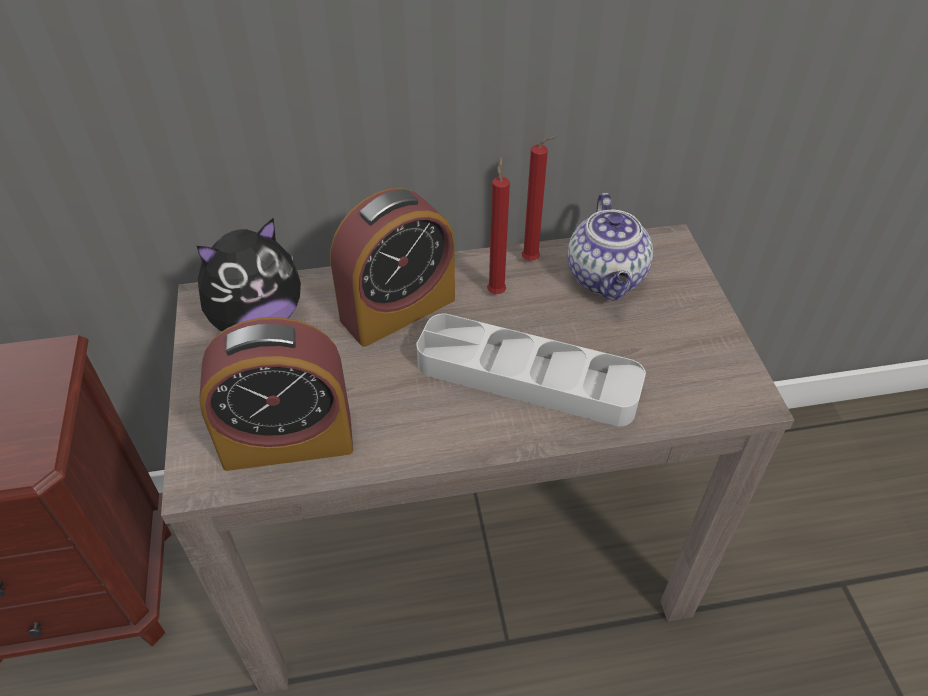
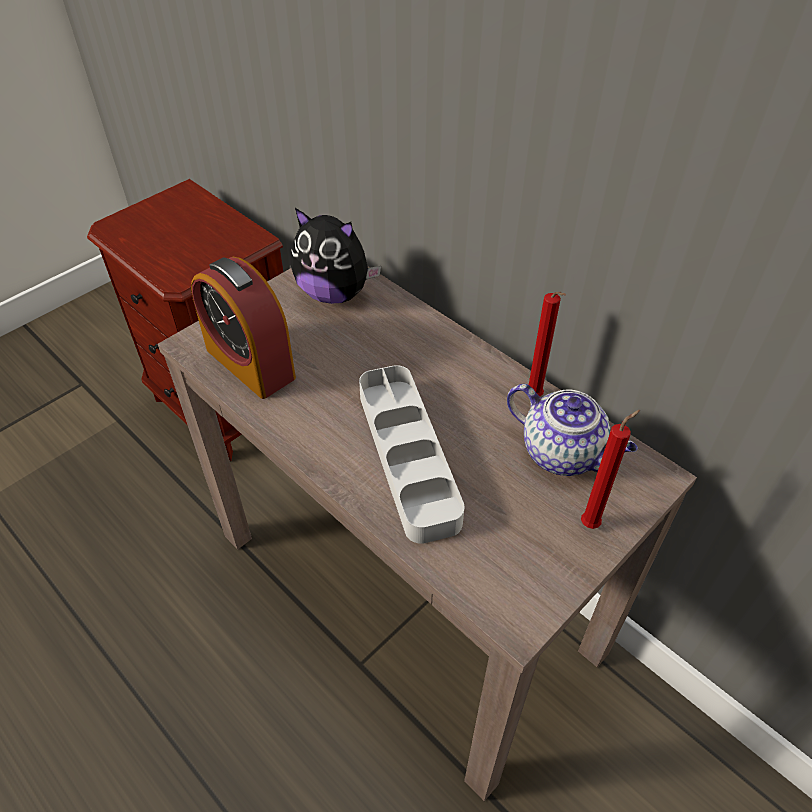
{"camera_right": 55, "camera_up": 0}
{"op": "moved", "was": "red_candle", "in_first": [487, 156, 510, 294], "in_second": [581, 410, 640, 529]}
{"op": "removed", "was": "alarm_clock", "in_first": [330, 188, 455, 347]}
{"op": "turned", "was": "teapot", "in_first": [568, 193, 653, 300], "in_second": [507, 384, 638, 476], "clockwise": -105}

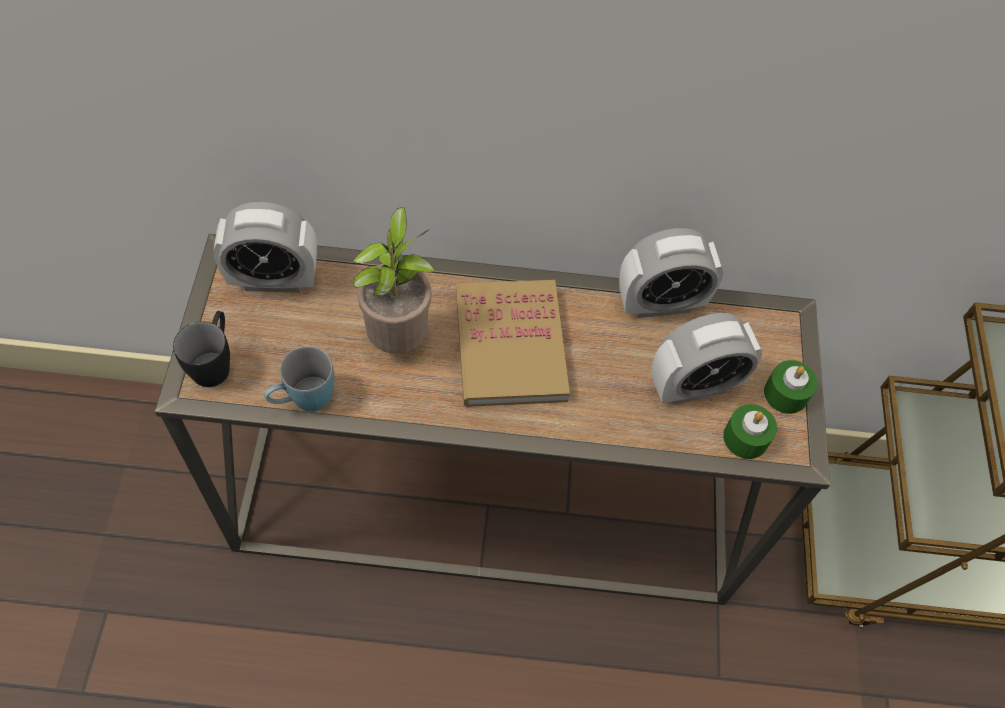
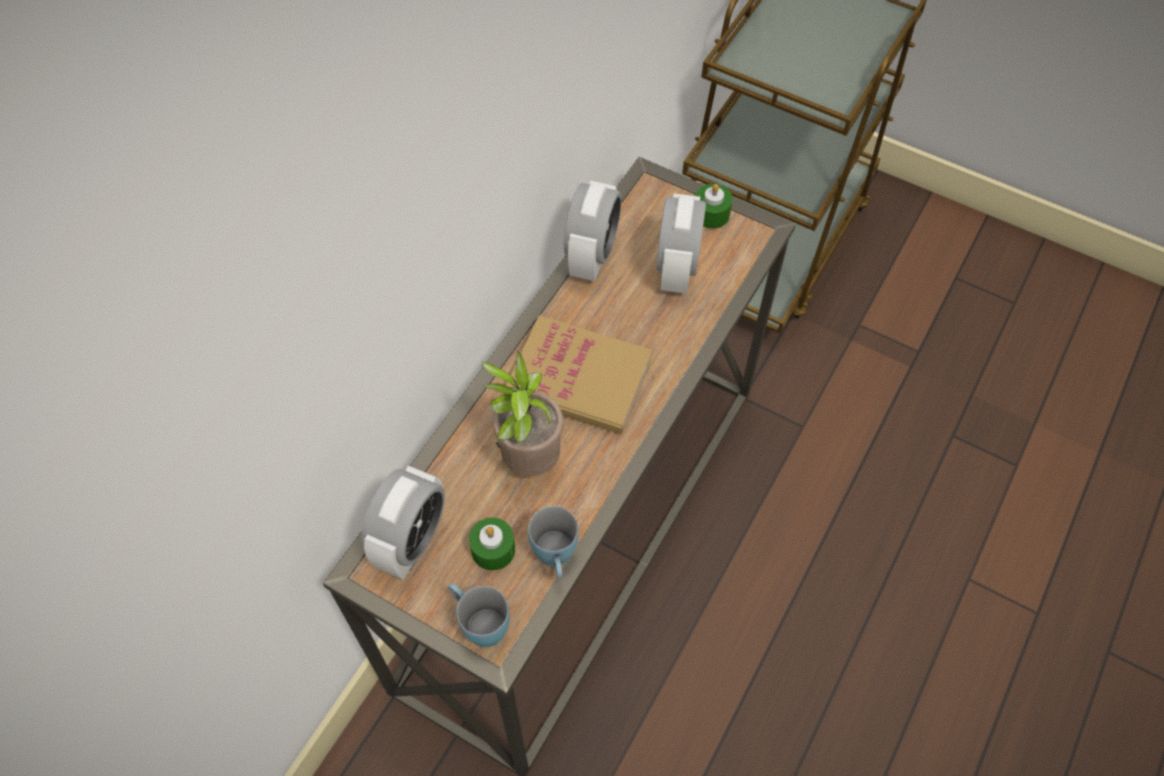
{"camera_right": -60, "camera_up": 0}
{"op": "recoloured", "was": "black_mug", "now": "blue_mug", "in_first": [173, 311, 230, 387], "in_second": [448, 583, 510, 647]}
{"op": "moved", "was": "green_candle", "in_first": [723, 404, 777, 459], "in_second": [469, 518, 515, 570]}

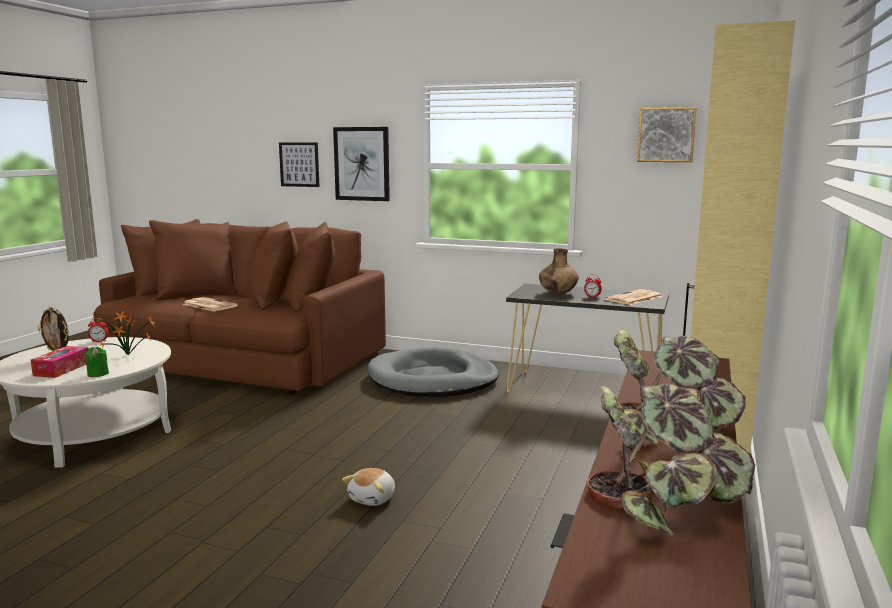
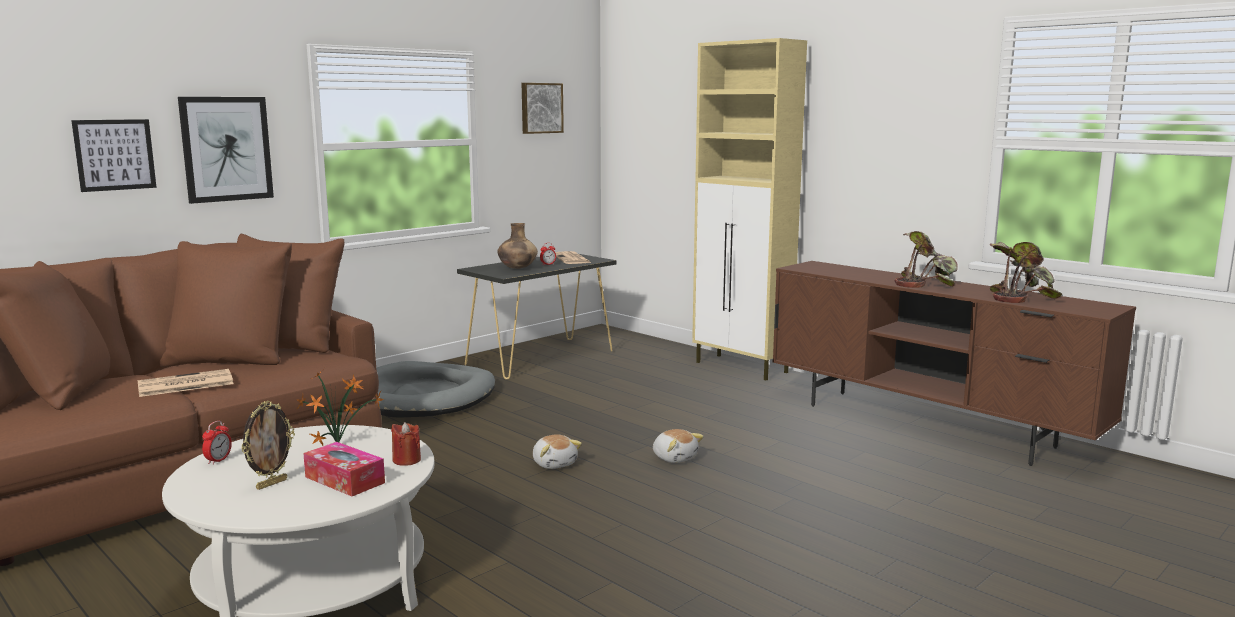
{"camera_right": -65, "camera_up": 0}
{"op": "recoloured", "was": "green_candle", "now": "red_candle", "in_first": [84, 347, 109, 377], "in_second": [391, 422, 421, 466]}
{"op": "added", "now": "plush_toy", "in_second": [533, 434, 582, 469]}

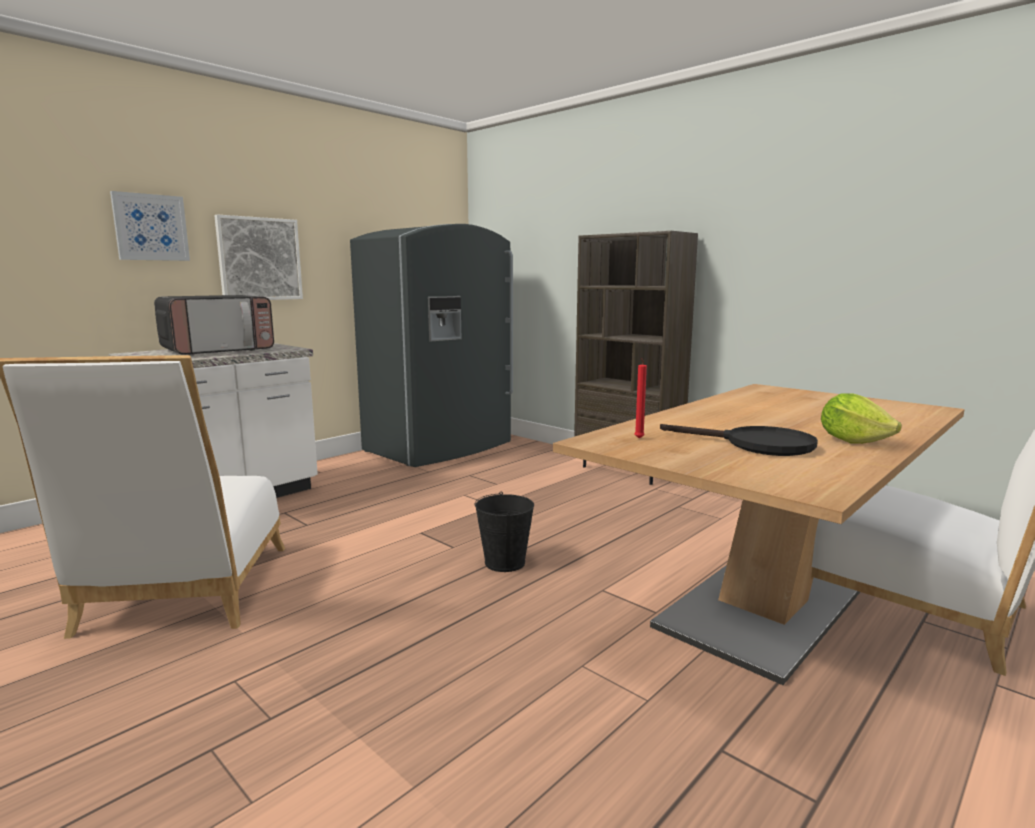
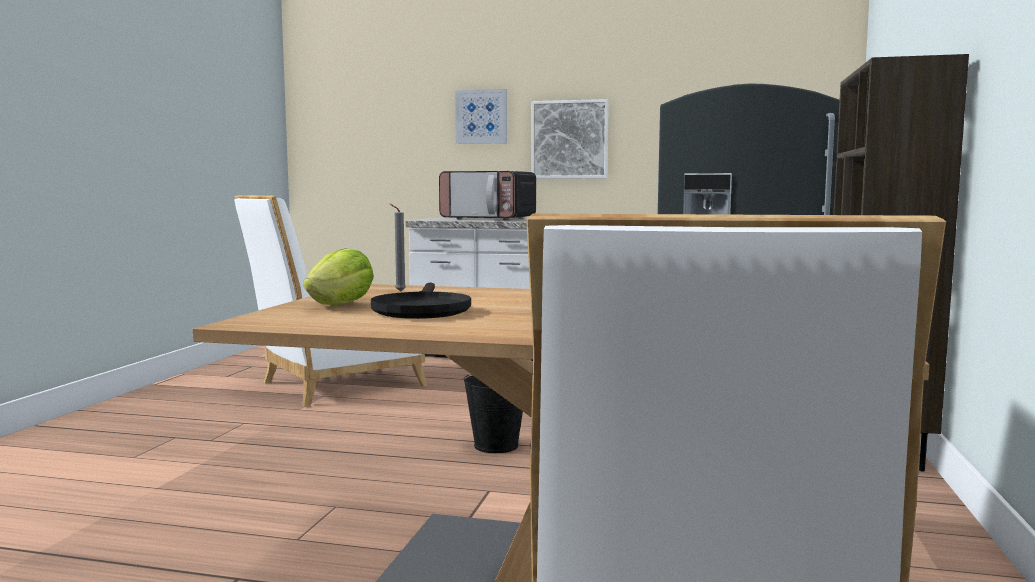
{"camera_right": 60, "camera_up": -5}
{"op": "recoloured", "was": "red_candle", "now": "grey_candle", "in_first": [635, 358, 647, 439], "in_second": [390, 204, 406, 292]}
{"op": "moved", "was": "lettuce", "in_first": [821, 393, 902, 444], "in_second": [303, 248, 374, 305]}

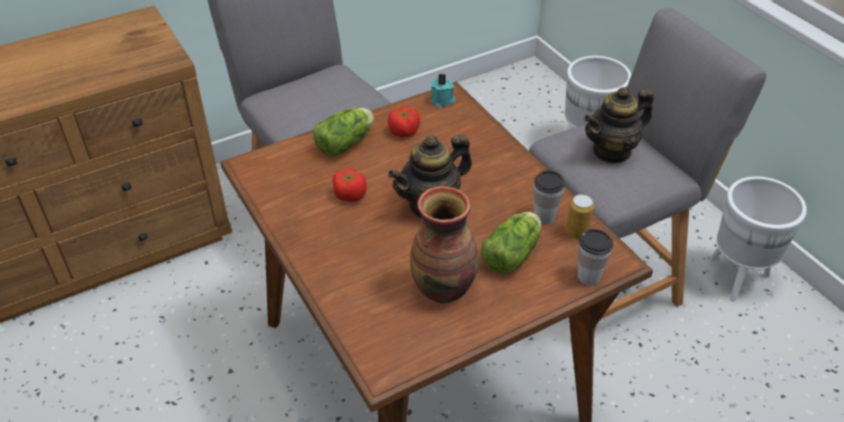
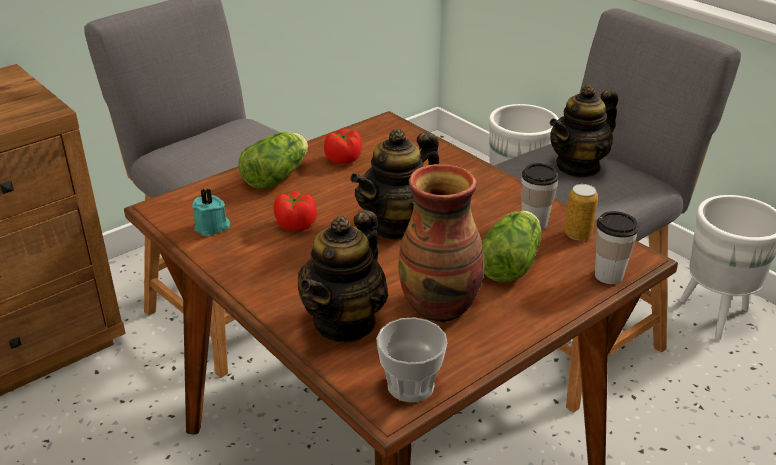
{"camera_right": -10, "camera_up": -10}
{"op": "moved", "was": "turquoise_candle", "in_first": [430, 74, 455, 108], "in_second": [192, 188, 230, 237]}
{"op": "added", "now": "teapot", "in_second": [298, 210, 388, 343]}
{"op": "added", "now": "cup", "in_second": [376, 317, 447, 402]}

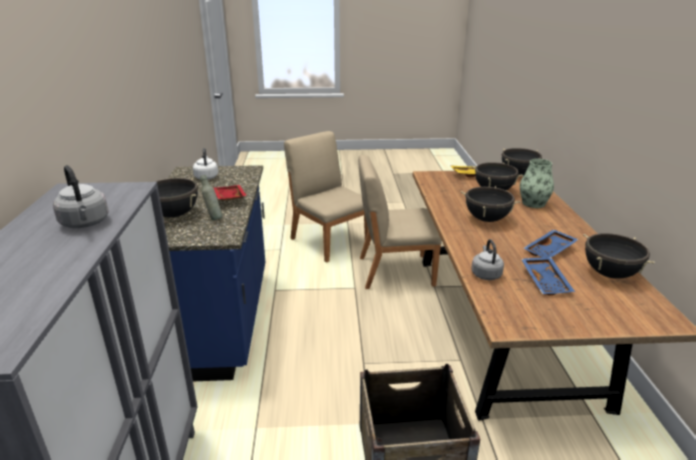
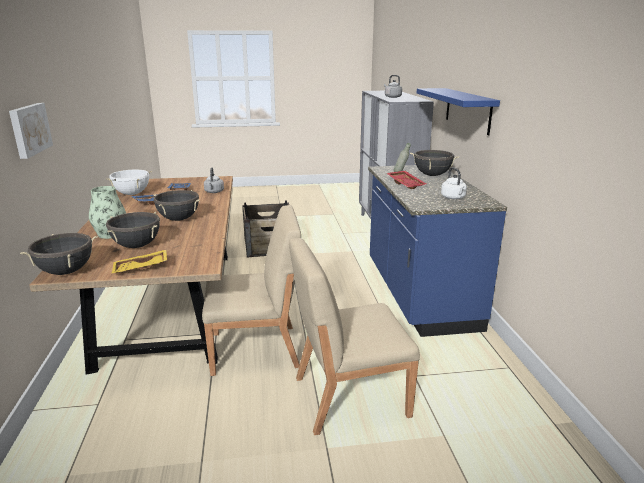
{"camera_right": 175, "camera_up": -5}
{"op": "turned", "was": "beige_chair", "in_first": [284, 131, 370, 262], "in_second": [289, 238, 420, 435], "clockwise": 120}
{"op": "recoloured", "was": "black_cooking_pot", "now": "white_cooking_pot", "in_first": [583, 233, 655, 279], "in_second": [106, 169, 152, 195]}
{"op": "added", "now": "blue_shelf", "in_second": [417, 88, 500, 135]}
{"op": "added", "now": "picture", "in_second": [9, 103, 53, 159]}

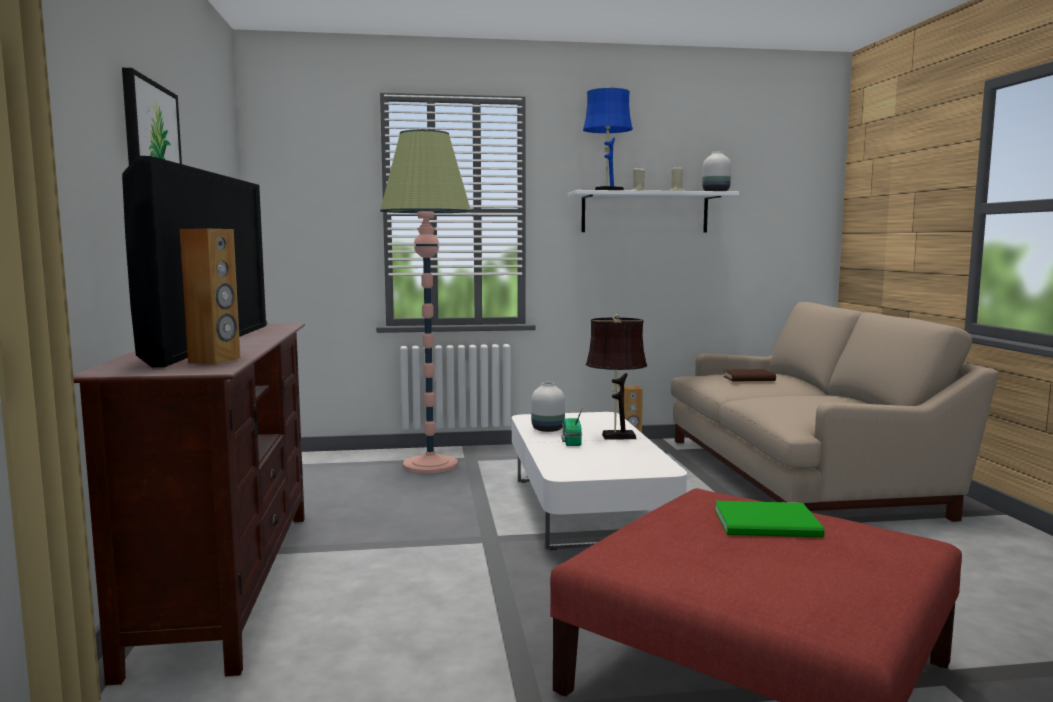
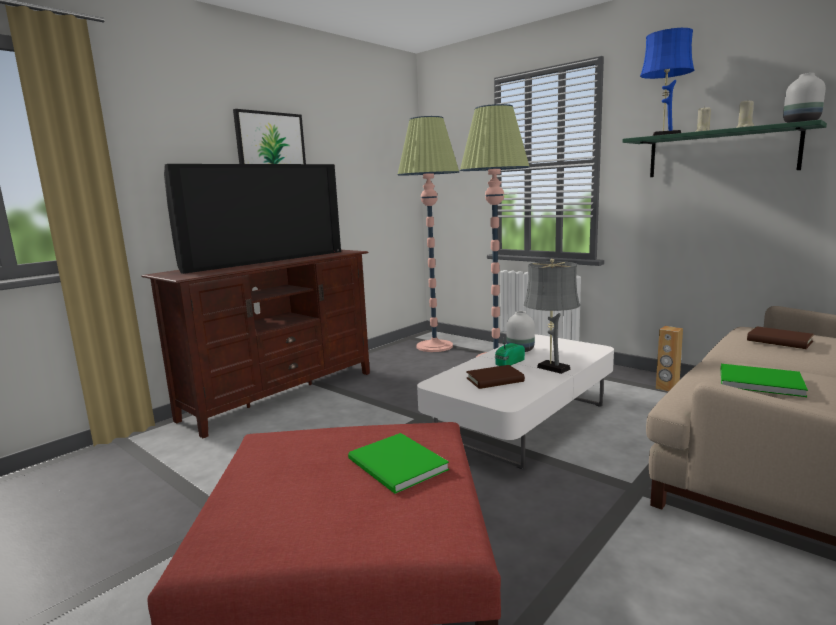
{"camera_right": 50, "camera_up": 5}
{"op": "recoloured", "was": "white_shelf", "now": "green_shelf", "in_first": [568, 190, 739, 233], "in_second": [623, 120, 827, 177]}
{"op": "removed", "was": "brown_speaker", "in_first": [180, 229, 241, 364]}
{"op": "recoloured", "was": "brown_table_lamp", "now": "grey_table_lamp", "in_first": [586, 314, 647, 440], "in_second": [524, 259, 580, 374]}
{"op": "added", "now": "floor_lamp", "in_second": [397, 116, 459, 352]}
{"op": "added", "now": "green_book", "in_second": [720, 364, 808, 397]}
{"op": "added", "now": "brown_book", "in_second": [466, 365, 525, 389]}

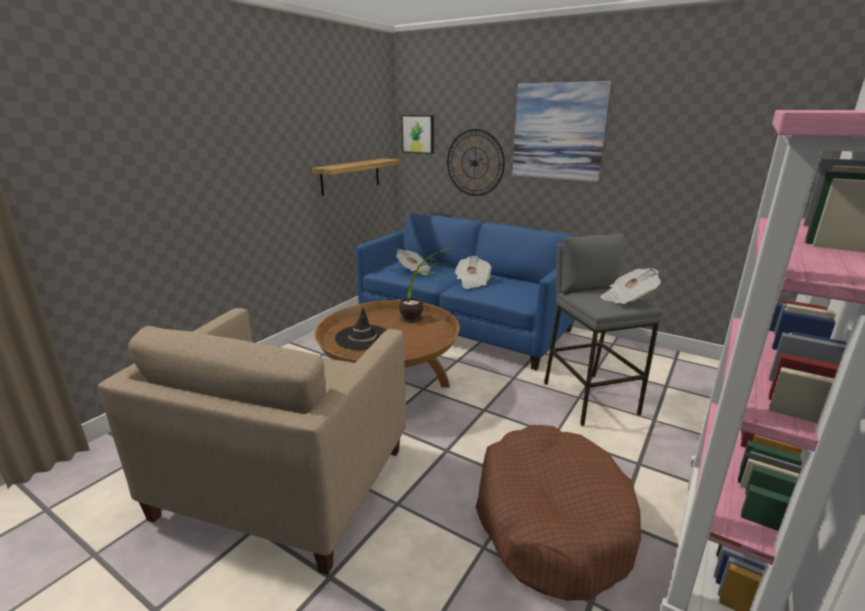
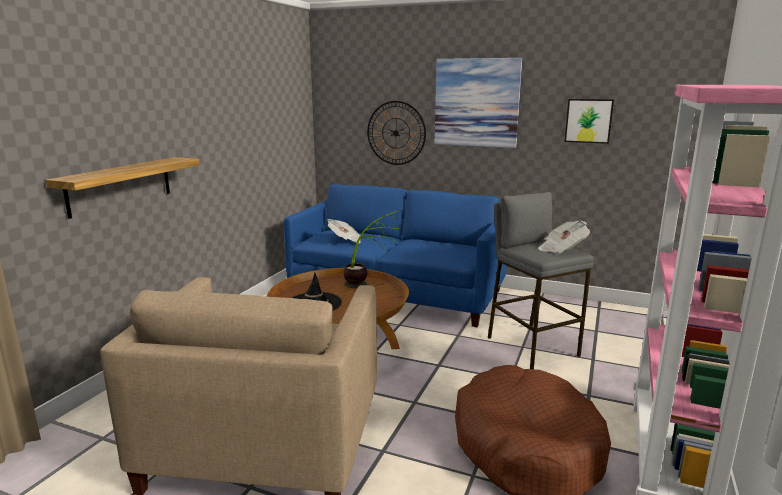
{"camera_right": -10, "camera_up": -5}
{"op": "moved", "was": "picture", "in_first": [402, 115, 434, 154], "in_second": [564, 99, 614, 144]}
{"op": "moved", "was": "shelf", "in_first": [312, 159, 401, 196], "in_second": [46, 157, 200, 219]}
{"op": "removed", "was": "newspaper", "in_first": [455, 256, 492, 289]}

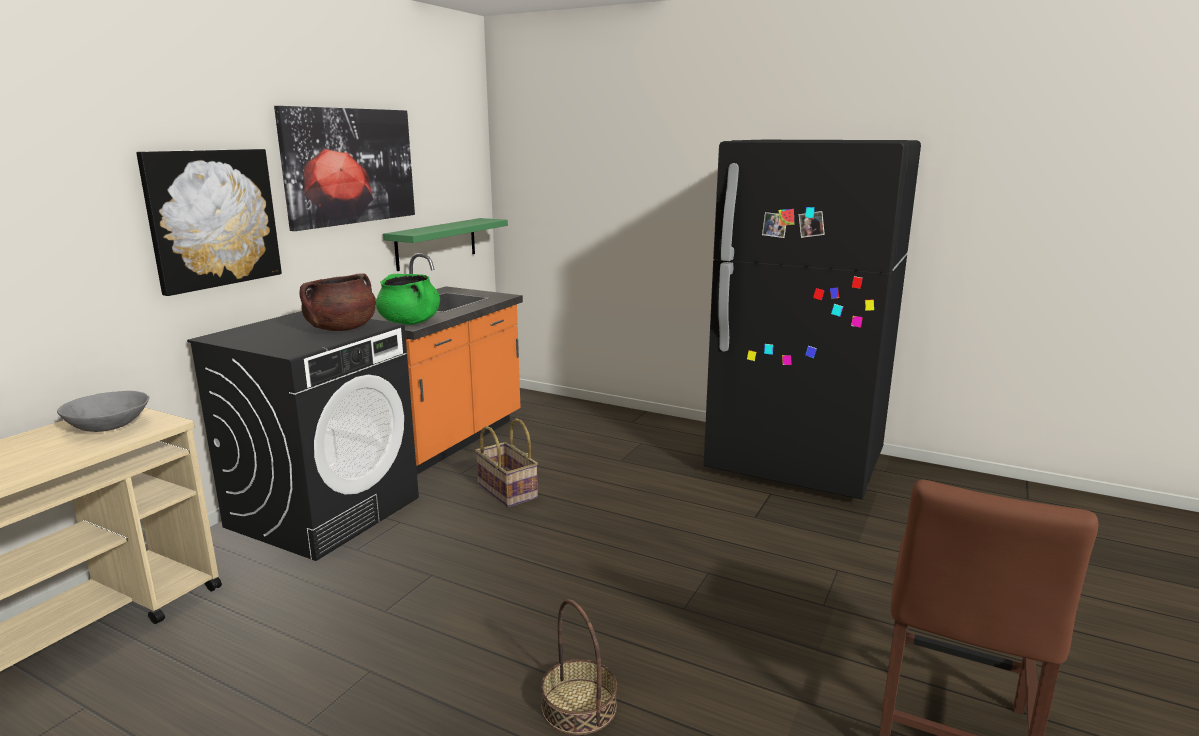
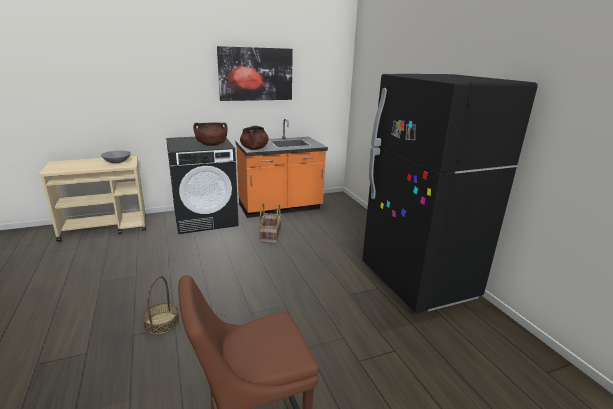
{"camera_right": 40, "camera_up": 5}
{"op": "removed", "was": "picture", "in_first": [136, 149, 282, 296]}
{"op": "removed", "was": "green_shelf", "in_first": [383, 218, 508, 271]}
{"op": "recoloured", "was": "green_cooking_pot", "now": "brown_cooking_pot", "in_first": [376, 274, 440, 325], "in_second": [240, 126, 269, 150]}

